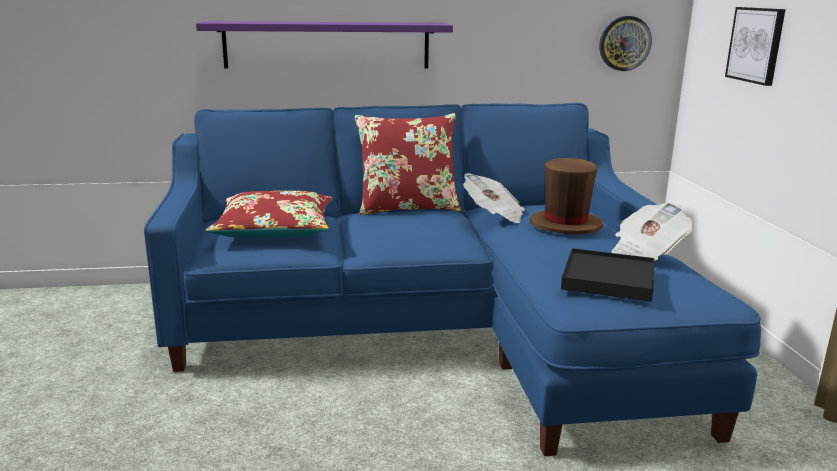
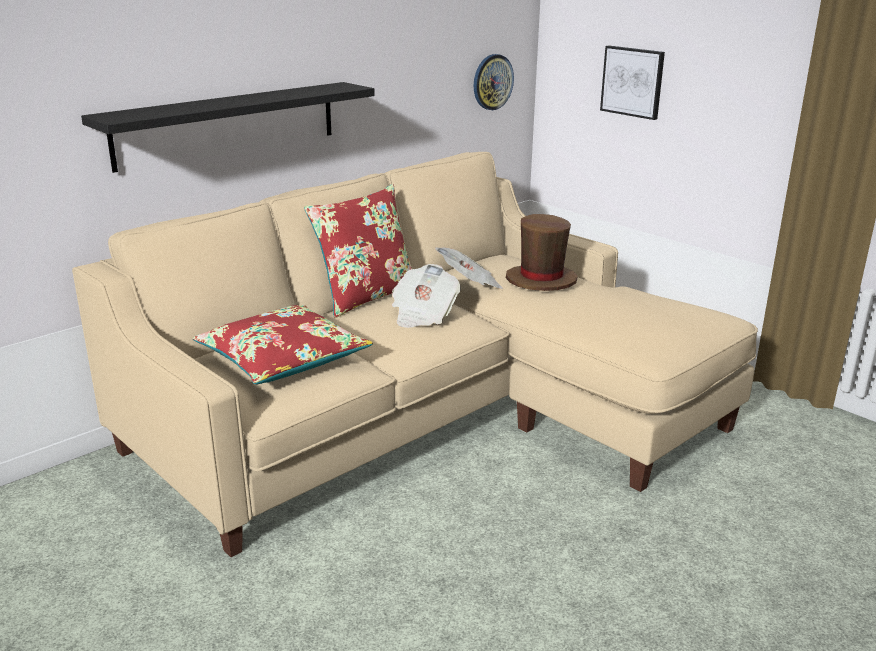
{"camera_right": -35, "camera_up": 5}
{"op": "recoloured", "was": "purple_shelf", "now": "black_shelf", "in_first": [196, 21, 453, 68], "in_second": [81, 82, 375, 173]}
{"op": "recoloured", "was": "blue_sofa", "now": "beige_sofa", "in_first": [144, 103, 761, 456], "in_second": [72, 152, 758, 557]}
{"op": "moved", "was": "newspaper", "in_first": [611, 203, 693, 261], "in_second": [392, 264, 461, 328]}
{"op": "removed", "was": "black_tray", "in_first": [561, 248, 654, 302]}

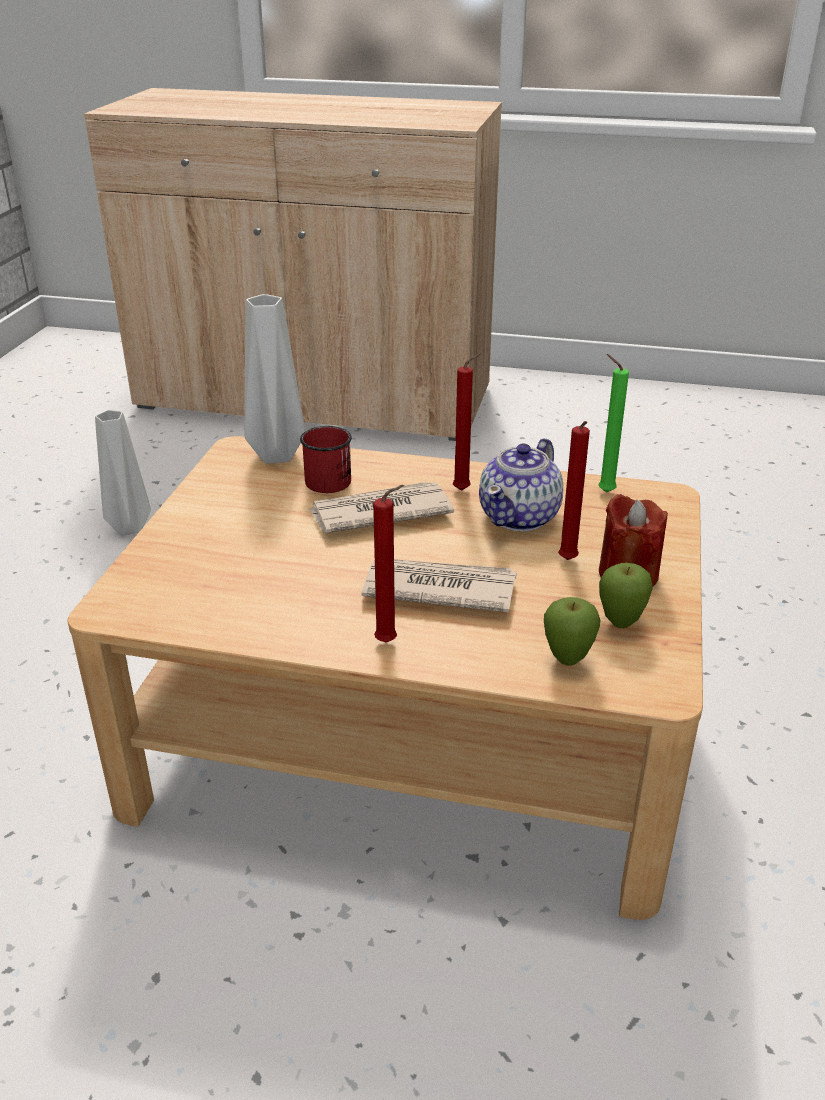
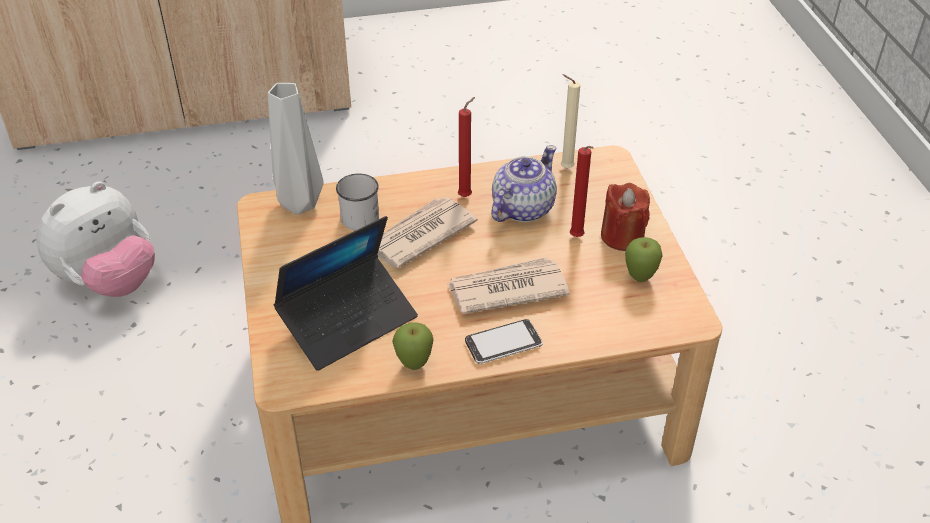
{"camera_right": -25, "camera_up": 10}
{"op": "recoloured", "was": "green_candle", "now": "beige_candle", "in_first": [598, 354, 629, 493], "in_second": [561, 74, 580, 169]}
{"op": "replaced", "was": "grey_vase", "now": "plush_toy", "in_first": [95, 410, 151, 535], "in_second": [36, 181, 155, 297]}
{"op": "recoloured", "was": "red_mug", "now": "white_mug", "in_first": [300, 426, 352, 493], "in_second": [336, 173, 379, 231]}
{"op": "turned", "was": "teapot", "in_first": [479, 438, 563, 531], "in_second": [491, 145, 557, 222], "clockwise": -150}
{"op": "replaced", "was": "red_candle", "now": "phone", "in_first": [373, 485, 404, 642], "in_second": [465, 319, 543, 364]}
{"op": "moved", "was": "apple", "in_first": [544, 597, 600, 666], "in_second": [392, 322, 434, 370]}
{"op": "added", "now": "laptop", "in_second": [274, 216, 418, 371]}

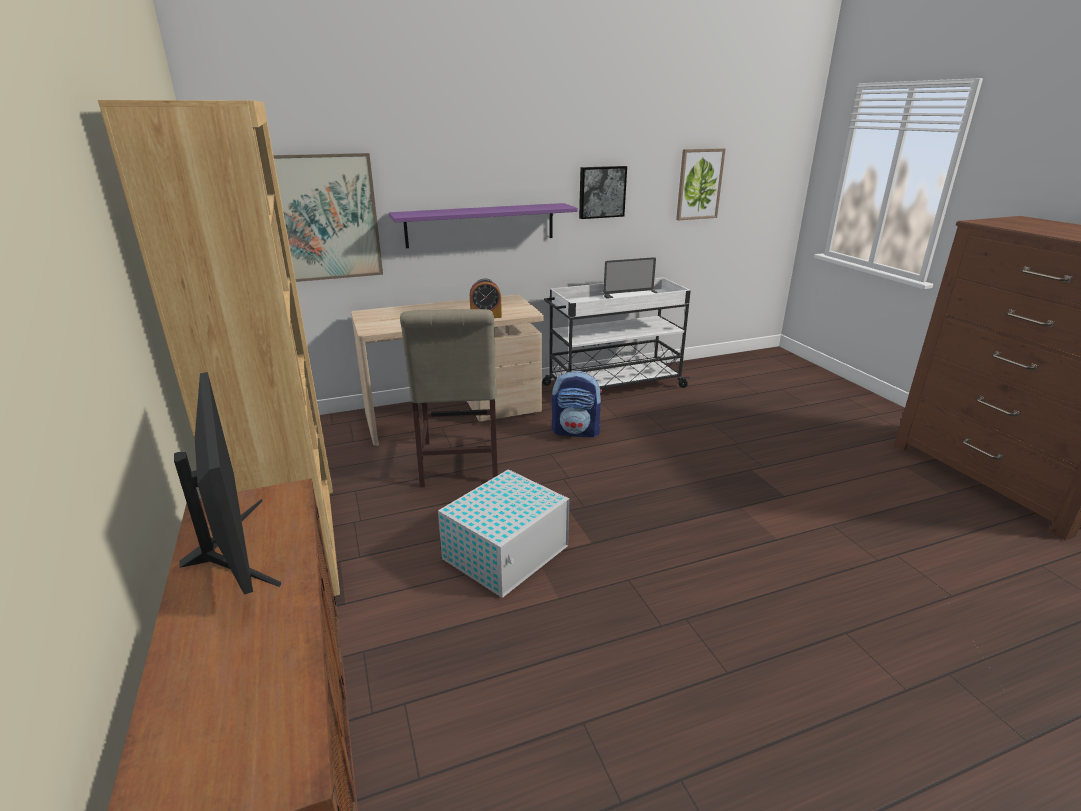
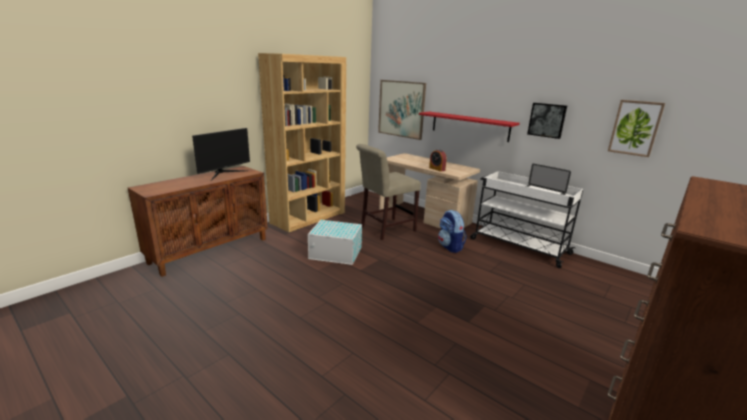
{"camera_right": 60, "camera_up": -5}
{"op": "recoloured", "was": "purple_shelf", "now": "red_shelf", "in_first": [389, 203, 578, 248], "in_second": [419, 112, 520, 142]}

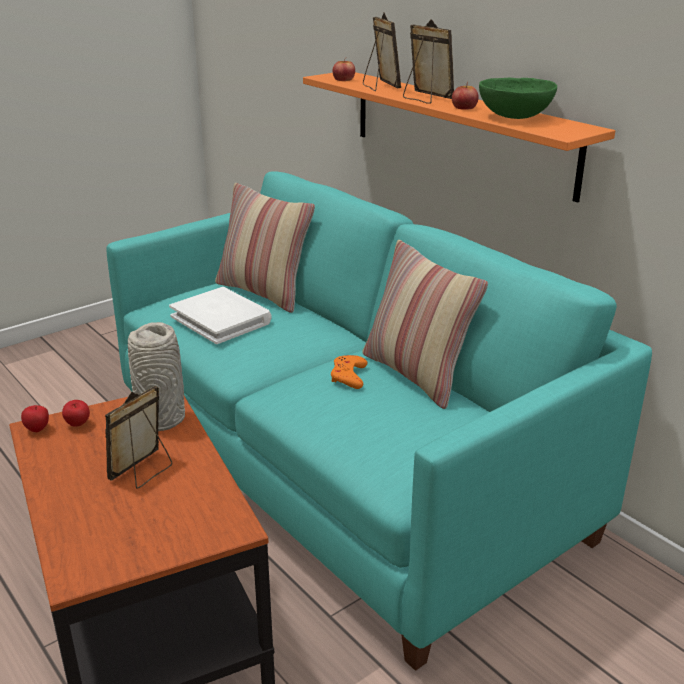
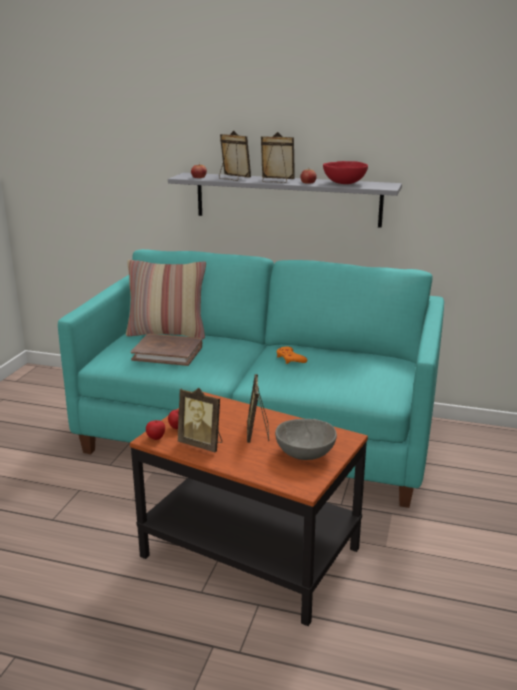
{"camera_right": -35, "camera_up": -5}
{"op": "recoloured", "was": "orange_shelf", "now": "grey_shelf", "in_first": [303, 72, 615, 202], "in_second": [168, 173, 402, 228]}
{"op": "recoloured", "was": "green_bowl", "now": "red_bowl", "in_first": [479, 78, 557, 119], "in_second": [323, 161, 368, 184]}
{"op": "removed", "was": "pillow", "in_first": [362, 240, 488, 409]}
{"op": "recoloured", "was": "white_book", "now": "brown_book", "in_first": [169, 287, 272, 344], "in_second": [131, 334, 202, 366]}
{"op": "removed", "was": "grey_vase", "in_first": [128, 322, 185, 431]}
{"op": "added", "now": "picture_frame", "in_second": [178, 388, 222, 452]}
{"op": "added", "now": "grey_bowl", "in_second": [275, 419, 337, 460]}

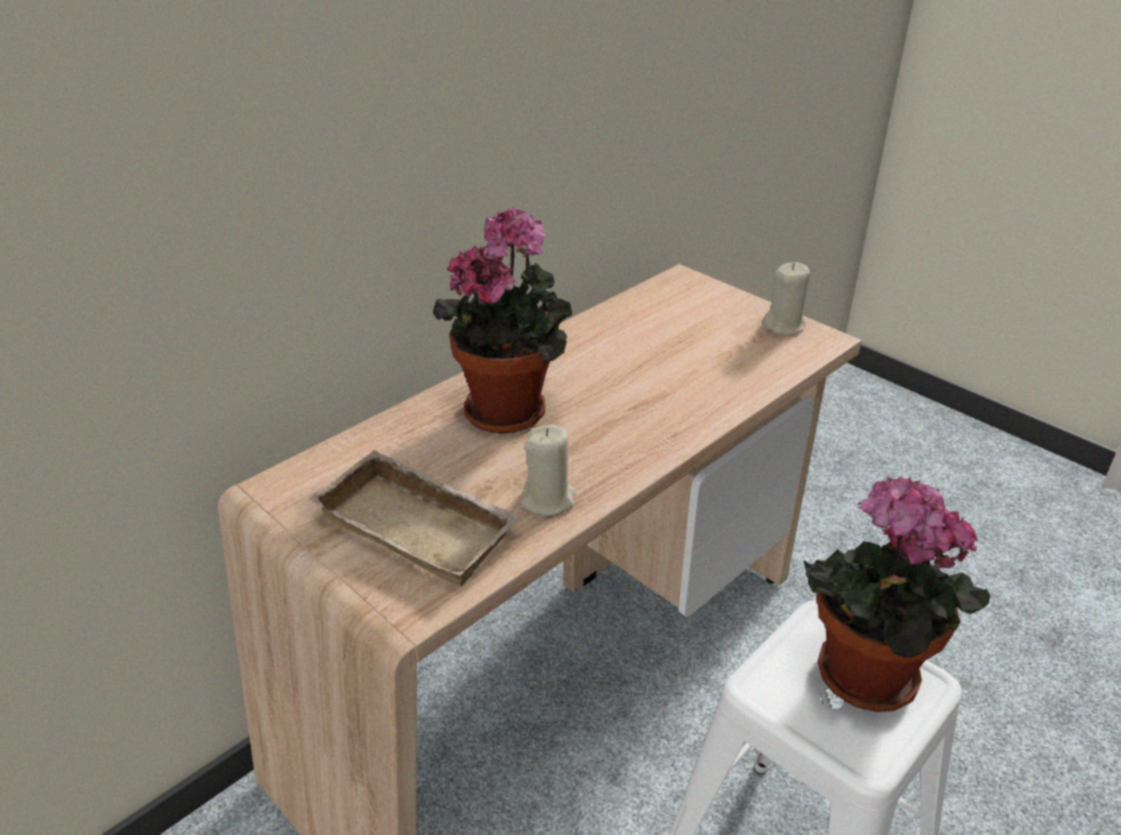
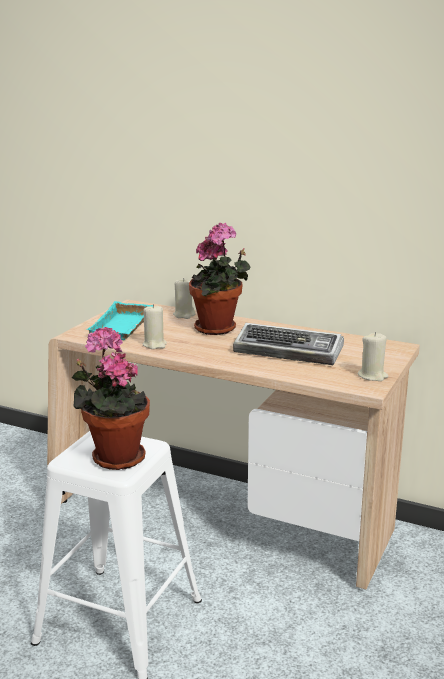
{"camera_right": 70, "camera_up": -15}
{"op": "recoloured", "was": "beige_tray", "now": "turquoise_tray", "in_first": [308, 450, 521, 586], "in_second": [86, 301, 153, 340]}
{"op": "added", "now": "beige_candle", "in_second": [173, 278, 196, 319]}
{"op": "added", "now": "keyboard", "in_second": [233, 323, 344, 365]}

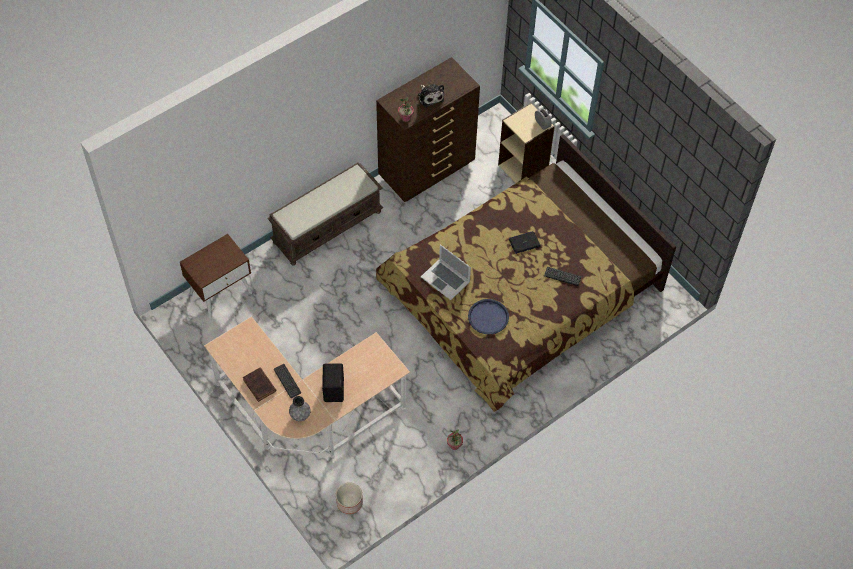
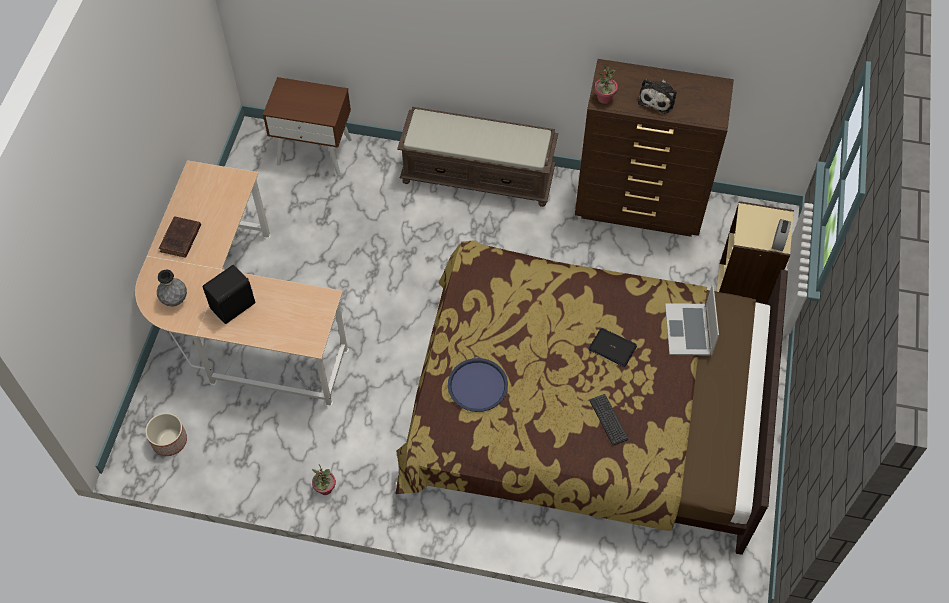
{"camera_right": 50, "camera_up": 0}
{"op": "moved", "was": "laptop", "in_first": [421, 244, 471, 300], "in_second": [665, 284, 719, 355]}
{"op": "removed", "was": "keyboard", "in_first": [274, 364, 301, 398]}

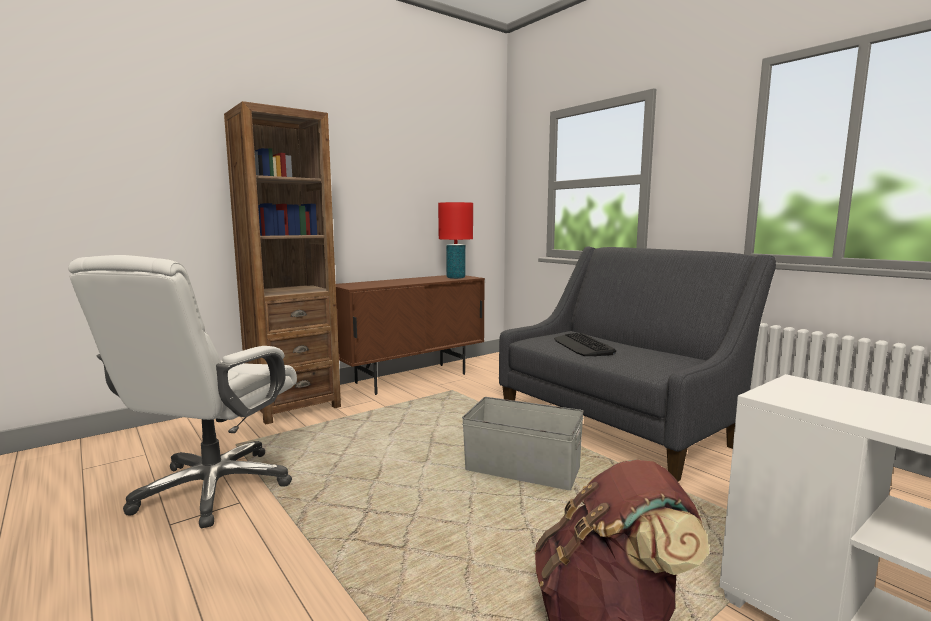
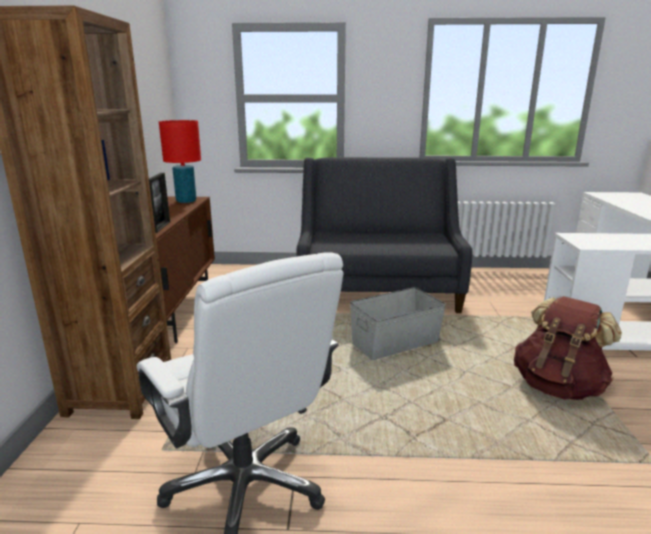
{"camera_right": -50, "camera_up": 10}
{"op": "removed", "was": "keyboard", "in_first": [554, 333, 616, 356]}
{"op": "added", "now": "picture_frame", "in_second": [149, 173, 170, 233]}

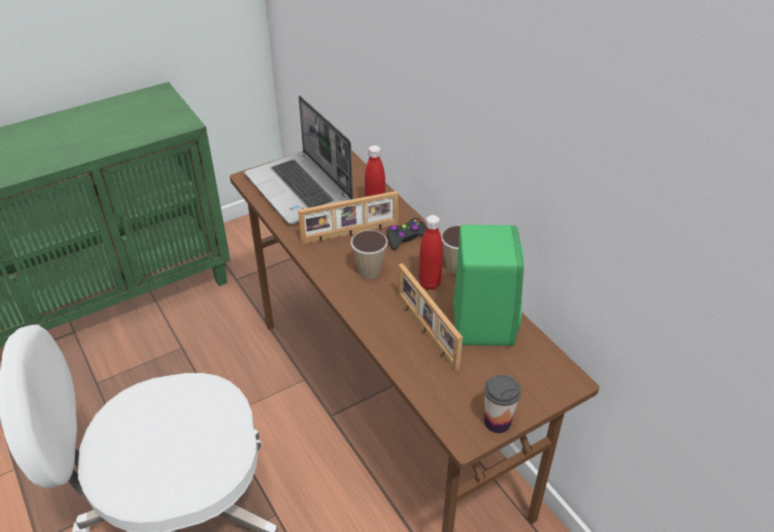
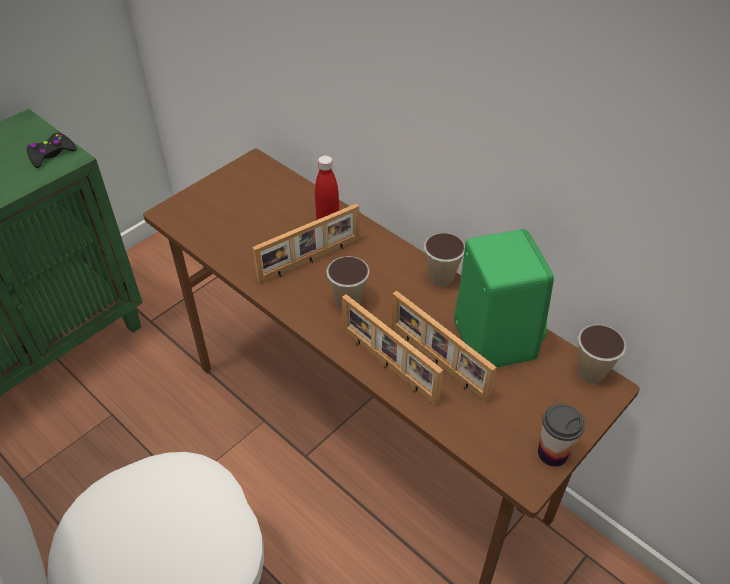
{"camera_right": -15, "camera_up": 5}
{"op": "removed", "was": "laptop", "in_first": [244, 96, 353, 224]}
{"op": "removed", "was": "red_bottle", "in_first": [419, 215, 443, 290]}
{"op": "moved", "was": "black_game_controller", "in_first": [387, 218, 427, 250], "in_second": [26, 133, 76, 168]}
{"op": "added", "now": "picture_frame", "in_second": [342, 294, 443, 406]}
{"op": "added", "now": "cup", "in_second": [578, 325, 626, 383]}

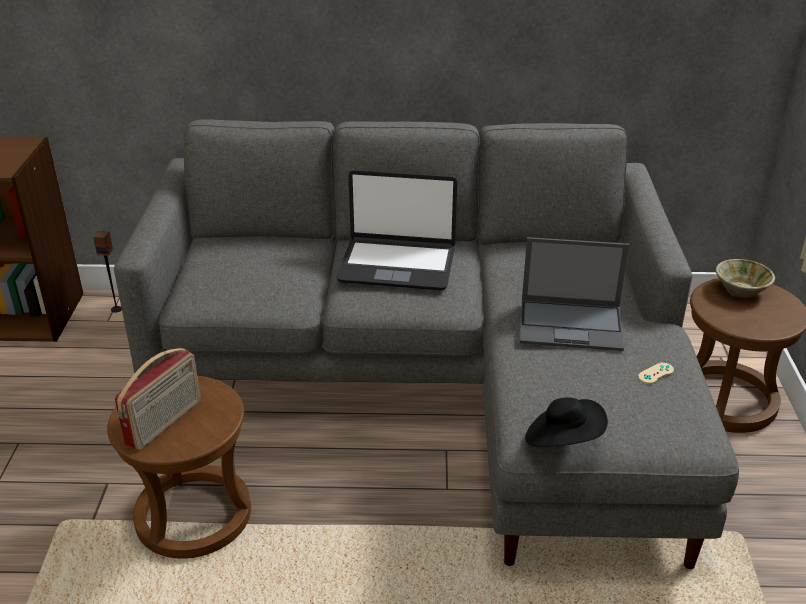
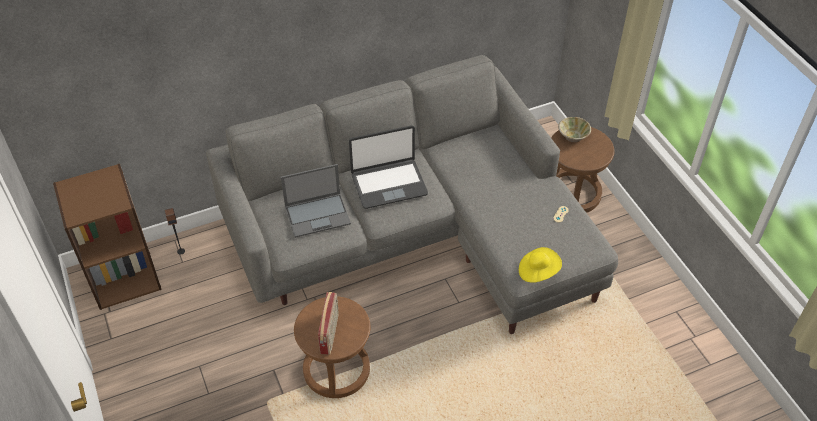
{"camera_right": -25, "camera_up": 15}
{"op": "moved", "was": "laptop", "in_first": [520, 237, 629, 351], "in_second": [281, 164, 351, 238]}
{"op": "recoloured", "was": "black_hat", "now": "yellow_hat", "in_first": [525, 397, 608, 447], "in_second": [519, 247, 562, 283]}

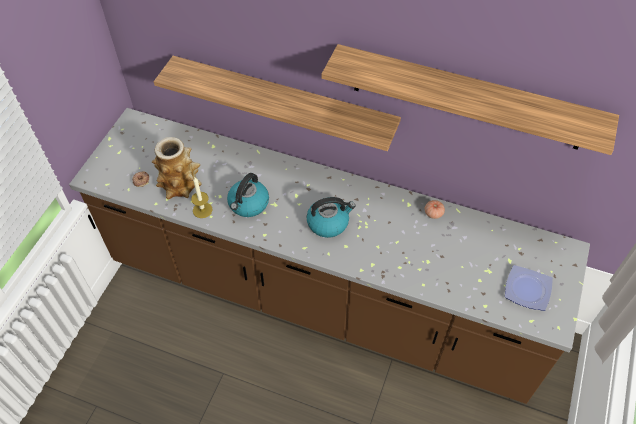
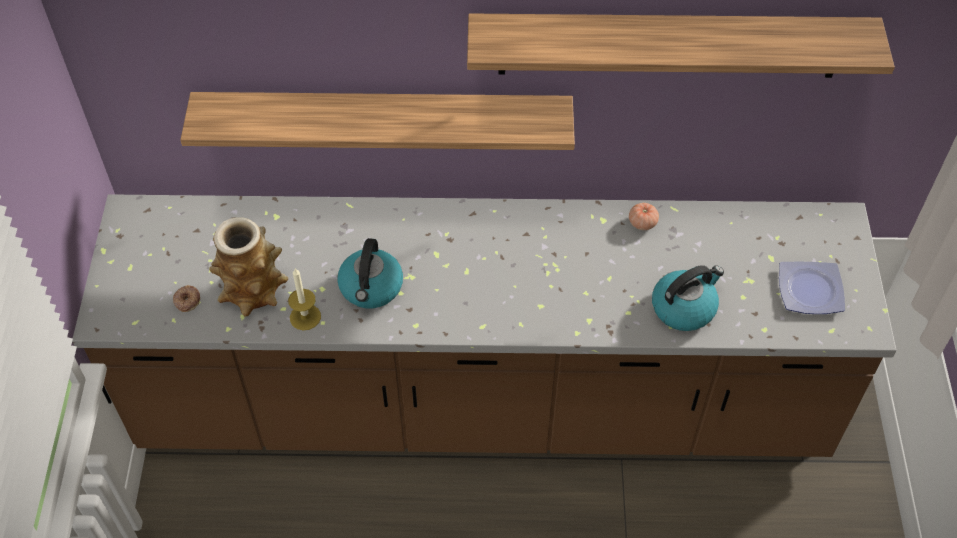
{"camera_right": -20, "camera_up": 0}
{"op": "moved", "was": "kettle", "in_first": [307, 197, 355, 238], "in_second": [652, 265, 724, 331]}

